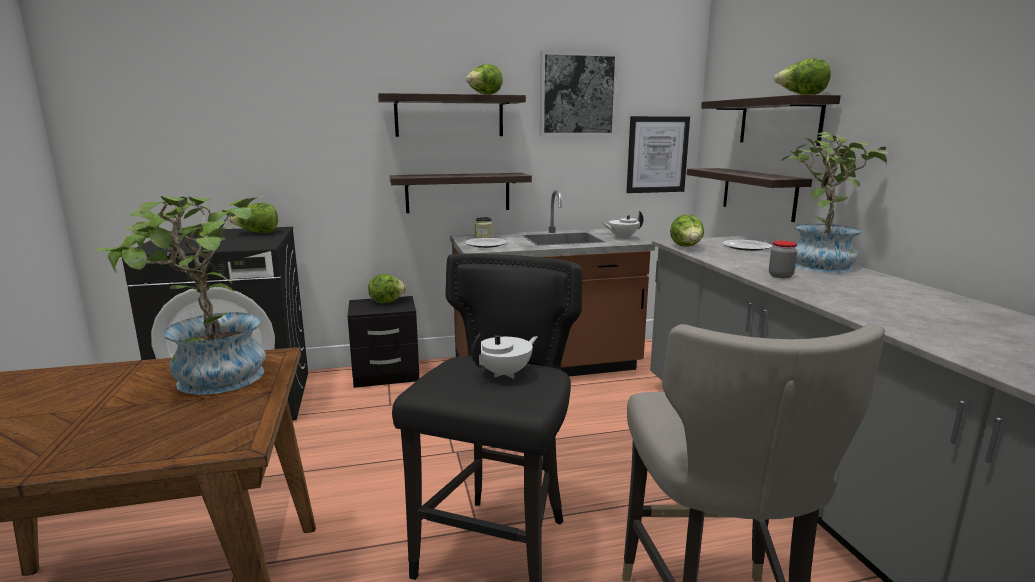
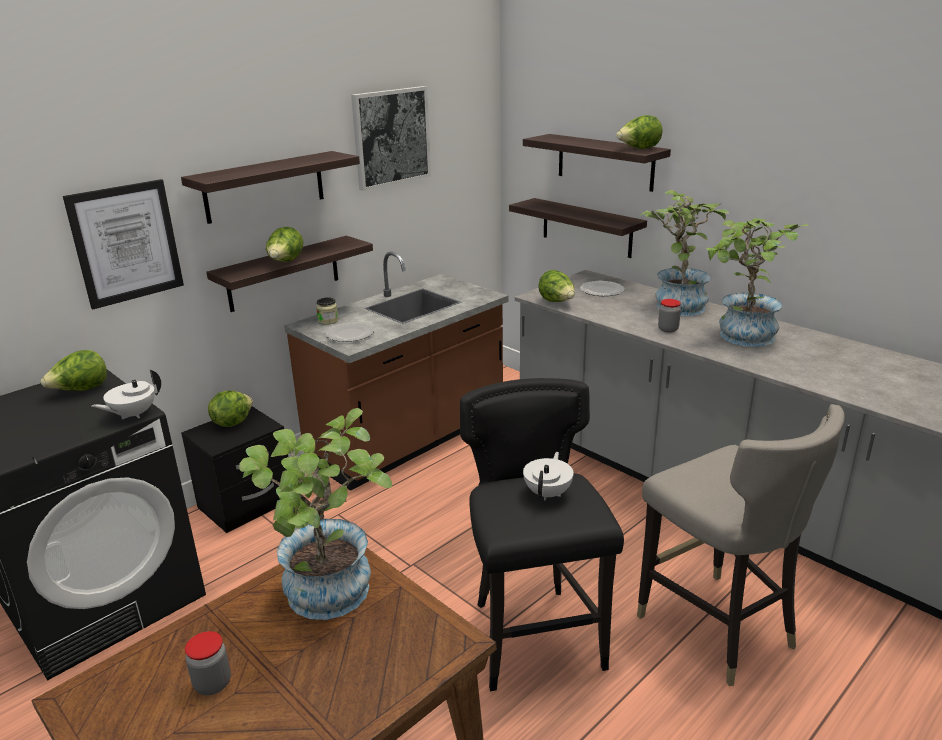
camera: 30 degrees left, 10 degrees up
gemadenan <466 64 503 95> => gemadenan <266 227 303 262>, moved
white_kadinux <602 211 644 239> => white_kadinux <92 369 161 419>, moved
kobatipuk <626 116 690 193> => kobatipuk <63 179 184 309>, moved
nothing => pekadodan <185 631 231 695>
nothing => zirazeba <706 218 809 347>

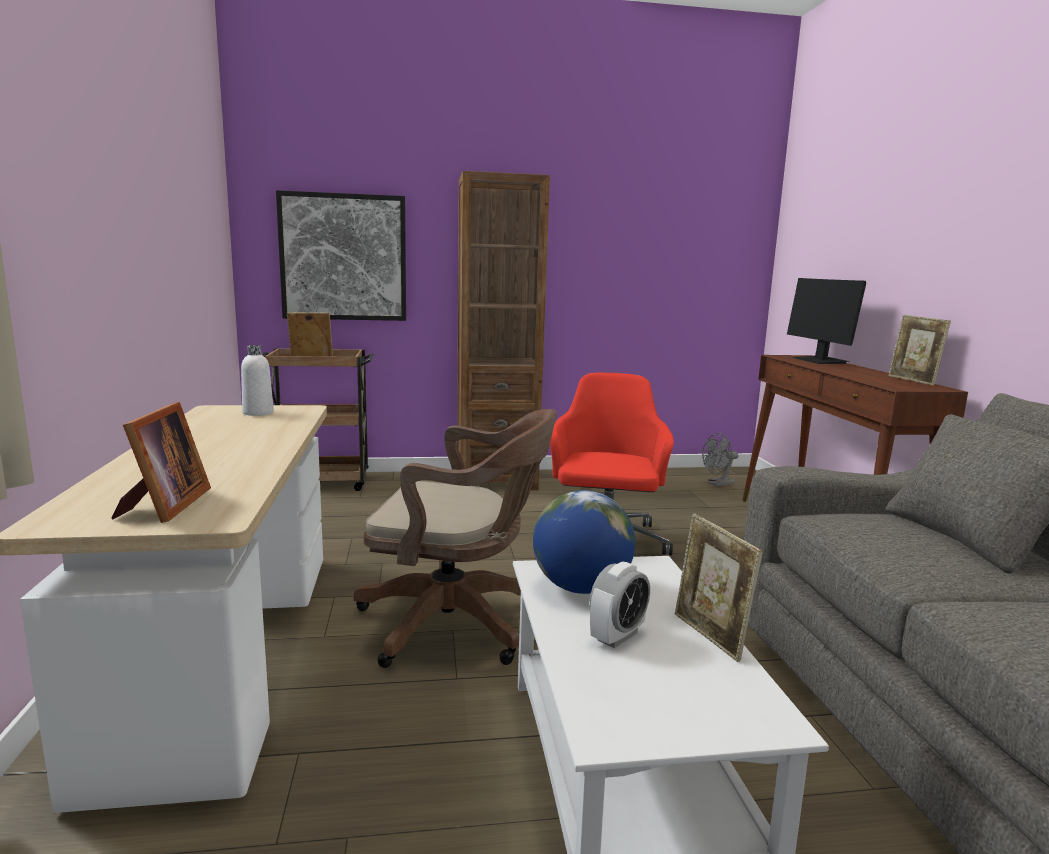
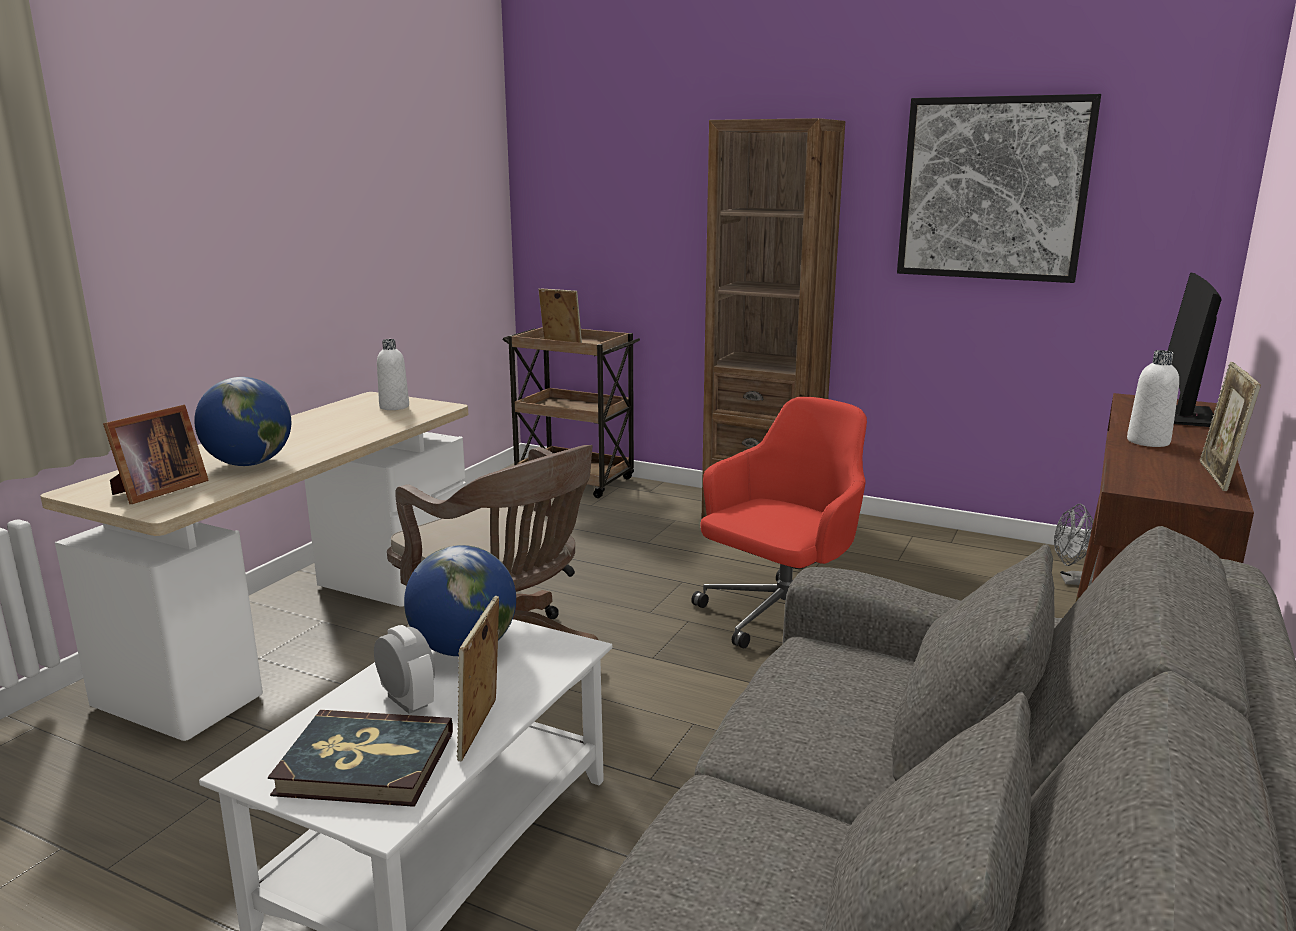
camera: 35 degrees right, 5 degrees up
kobatipuk <276 190 406 321> => kobatipuk <897 94 1101 283>, moved
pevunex <589 562 650 648> => pevunex <374 625 435 714>, 120 degrees counterclockwise
nothing => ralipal <194 377 291 466>
nothing => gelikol <268 710 453 807>
nothing => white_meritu <1127 350 1179 447>

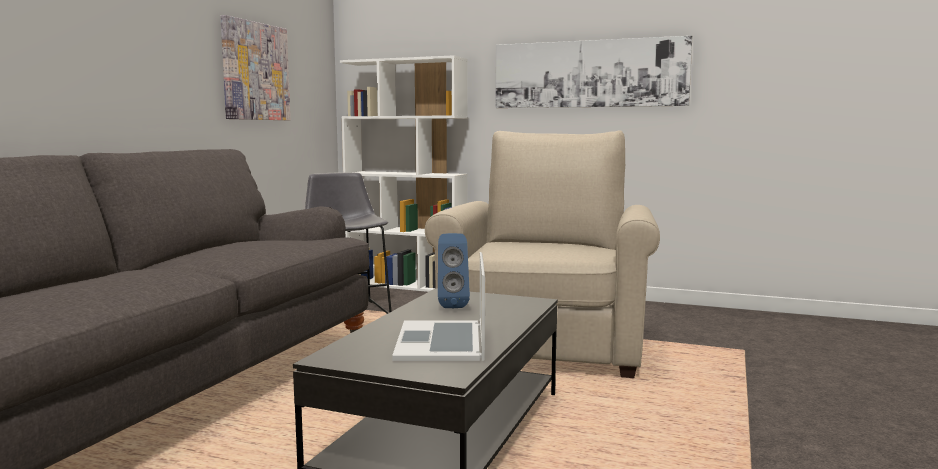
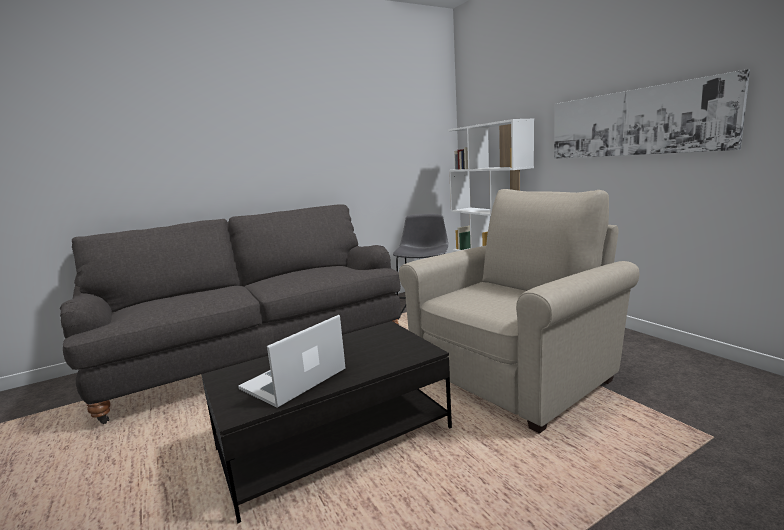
camera: 40 degrees right, 5 degrees up
kobatipuk <220 15 290 120> => nothing
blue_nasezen <438 233 470 308> => nothing

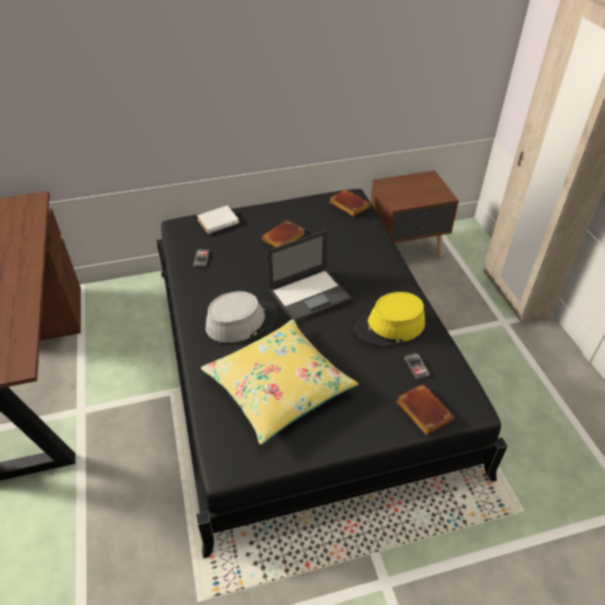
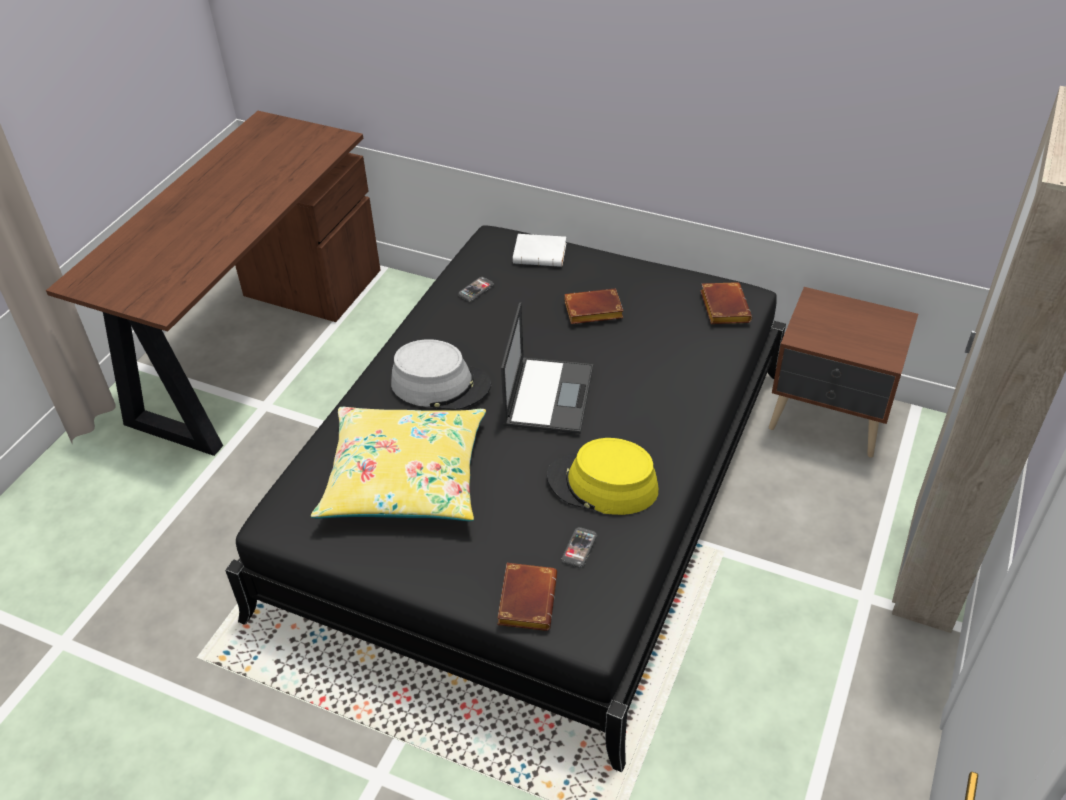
camera: 40 degrees right, 0 degrees up
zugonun <267 230 351 322> => zugonun <501 302 593 434>, 90 degrees counterclockwise

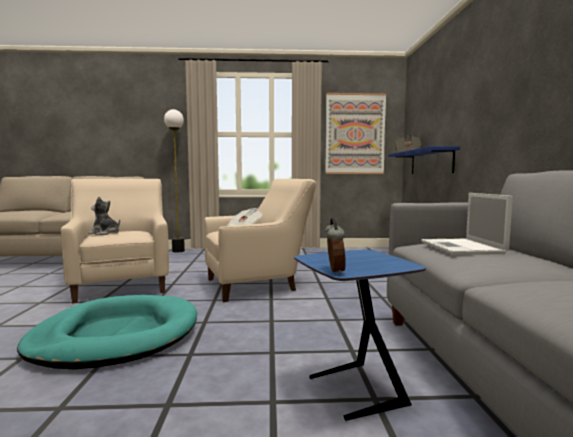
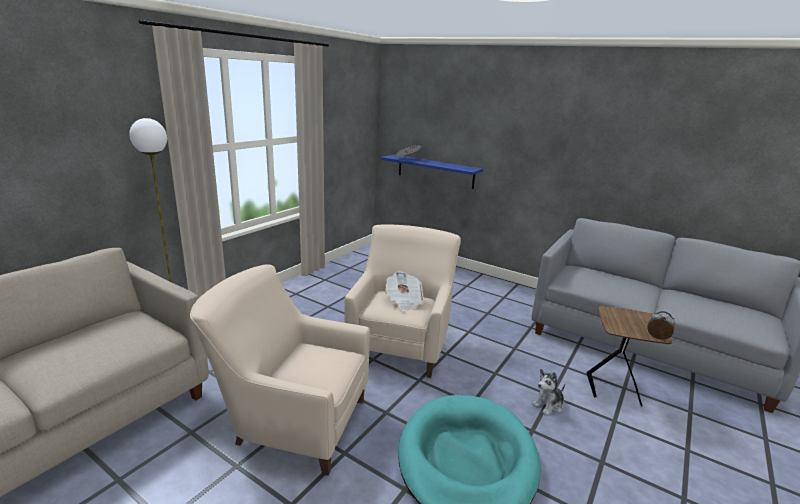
camera: 55 degrees left, 15 degrees up
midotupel <89 197 120 235> => midotupel <532 369 565 416>, moved
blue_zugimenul <294 250 426 421> => brown_zugimenul <586 306 672 406>
kobatipuk <325 93 386 174> => nothing
zugonun <421 193 513 255> => nothing

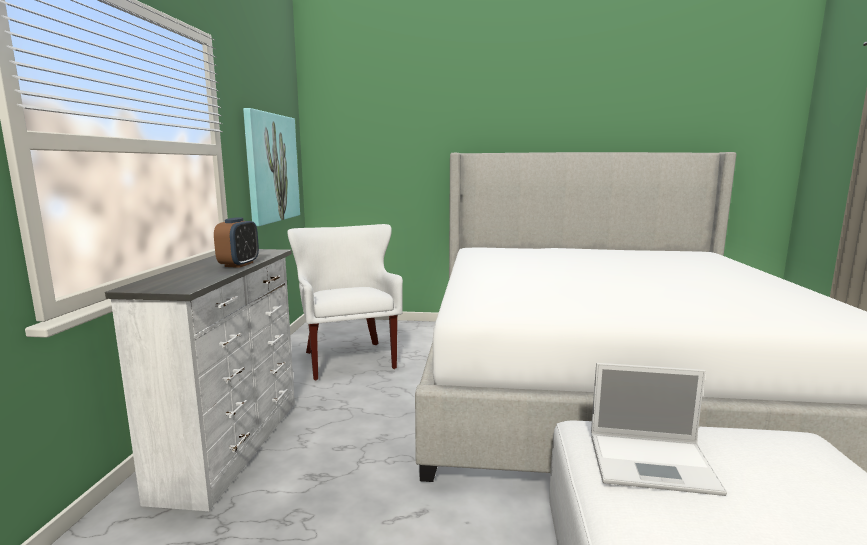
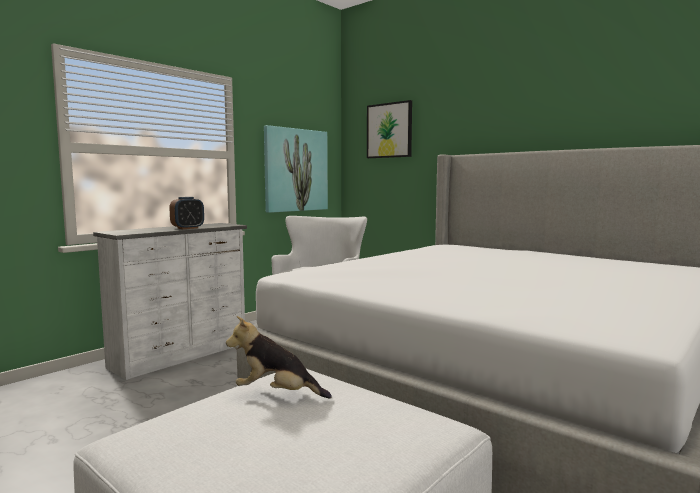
camera: 35 degrees right, 5 degrees down
zugonun <591 363 727 496> => midotupel <226 316 332 399>
nothing => kobatipuk <367 100 412 158>

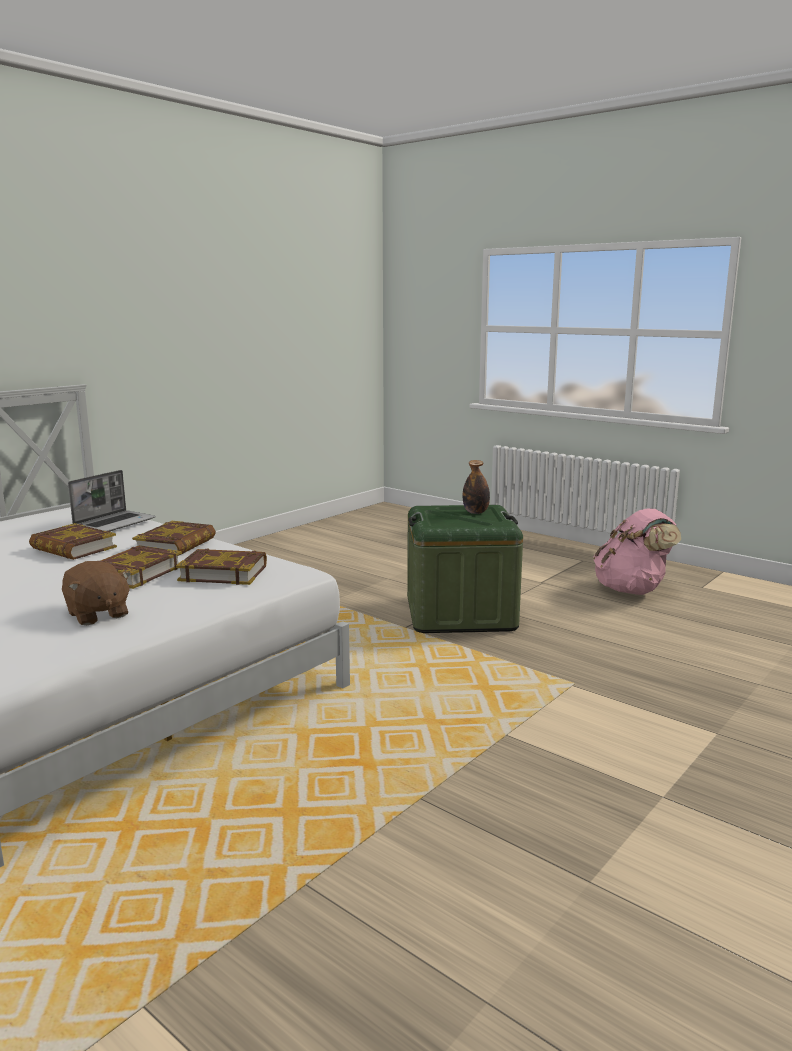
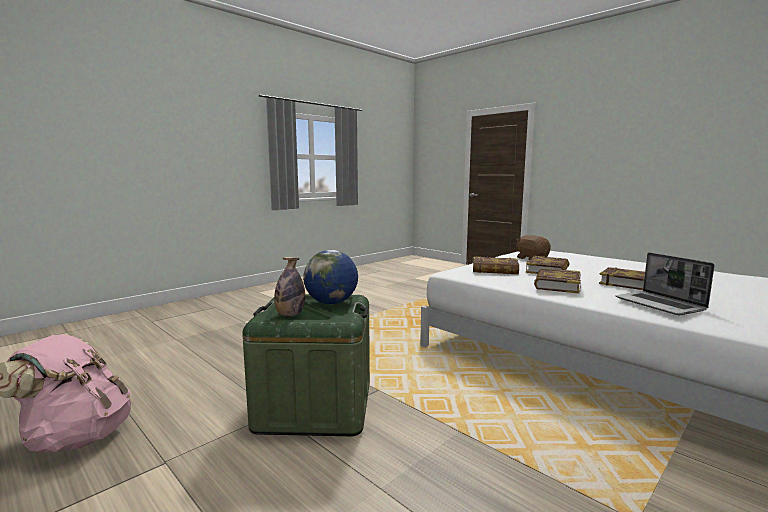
camera: 175 degrees left, 5 degrees down
zugonun <68 470 156 531> => zugonun <615 252 715 315>, 60 degrees counterclockwise
nothing => ralipal <303 250 358 304>

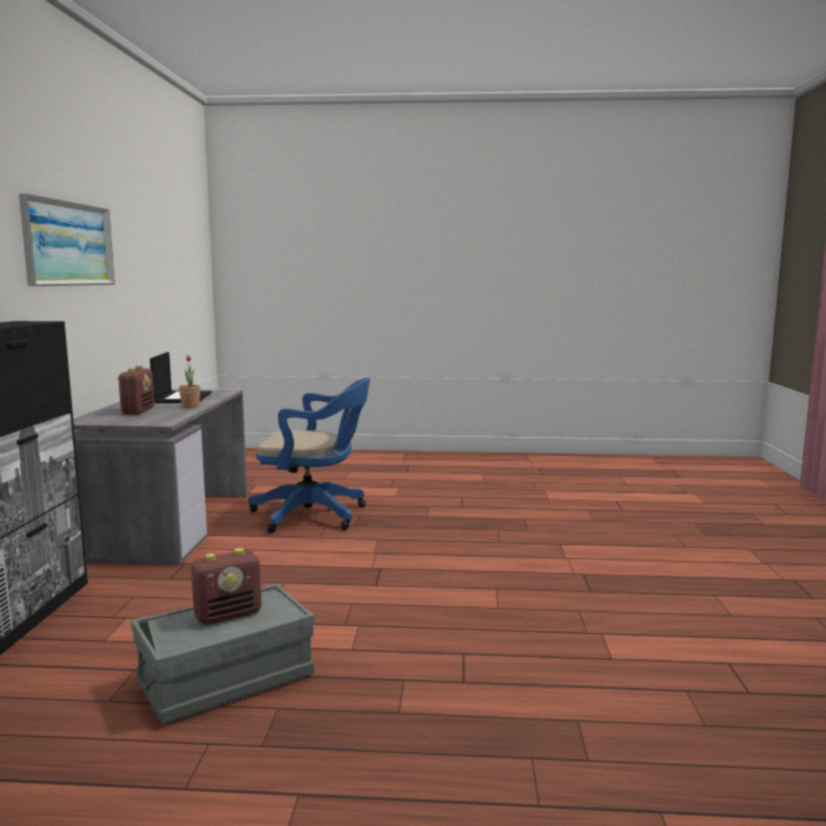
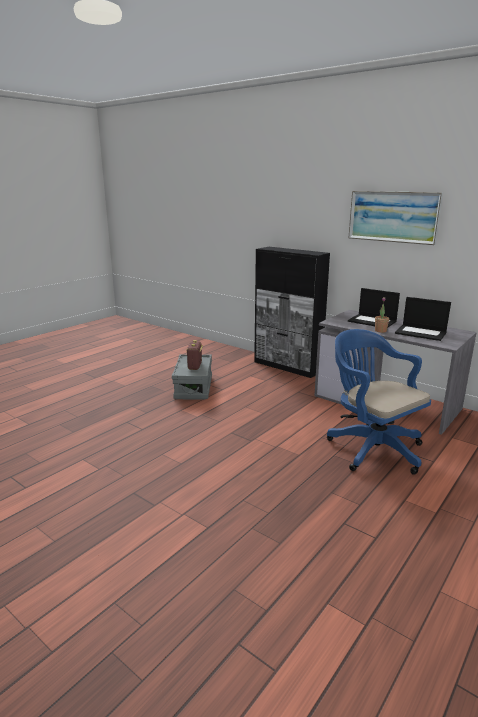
camera: 125 degrees right, 10 degrees up
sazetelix <117 366 155 415> => zugonun <348 288 400 327>
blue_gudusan <248 378 370 533> => blue_gudusan <327 329 431 475>, 105 degrees clockwise

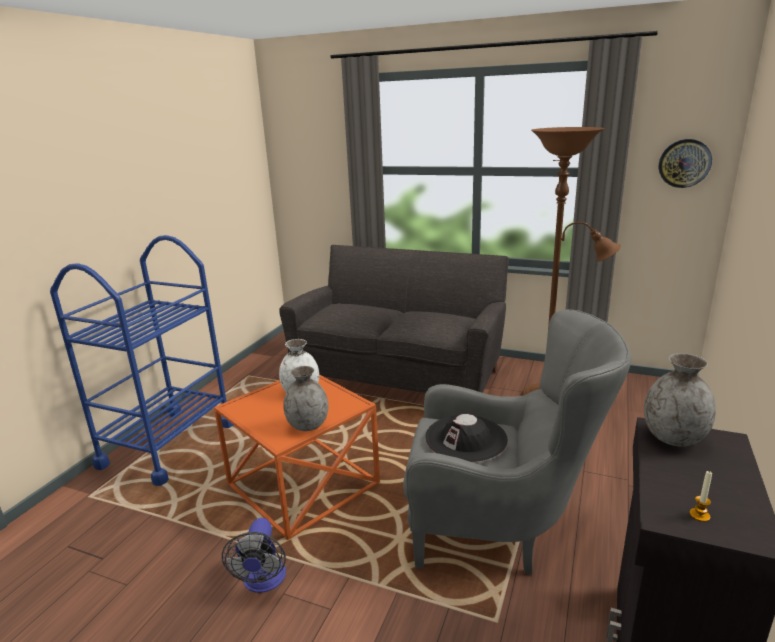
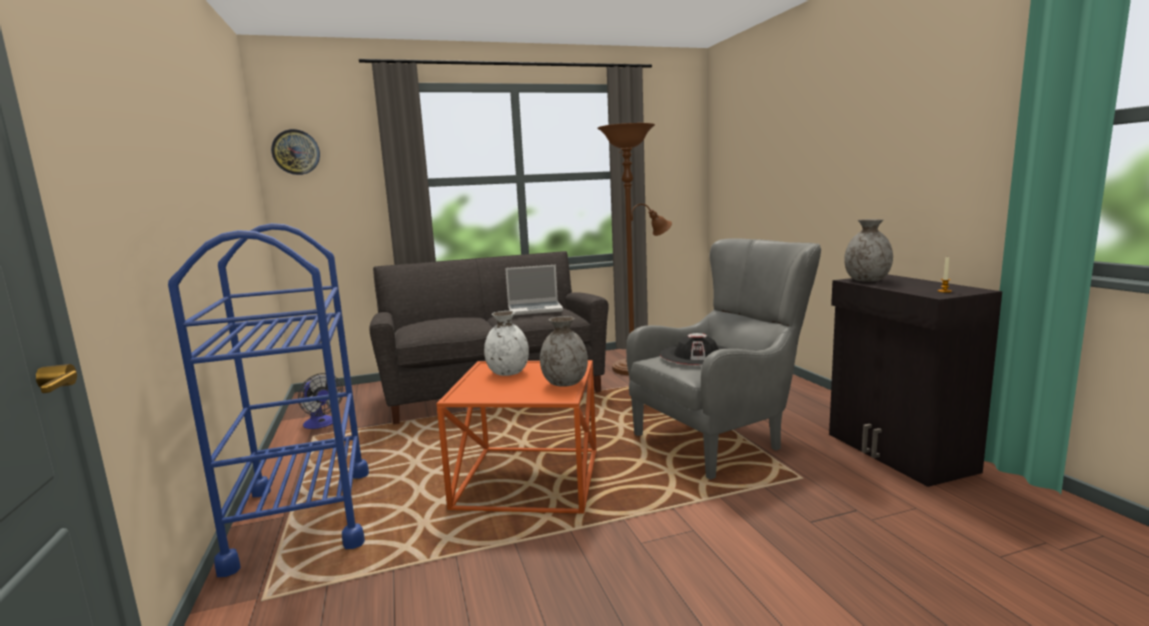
camera: 40 degrees left, 10 degrees down
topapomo <222 518 286 593> => topapomo <298 373 343 429>, moved
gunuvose <659 139 712 188> => gunuvose <271 129 320 175>, moved
nothing => zugonun <505 265 563 315>

